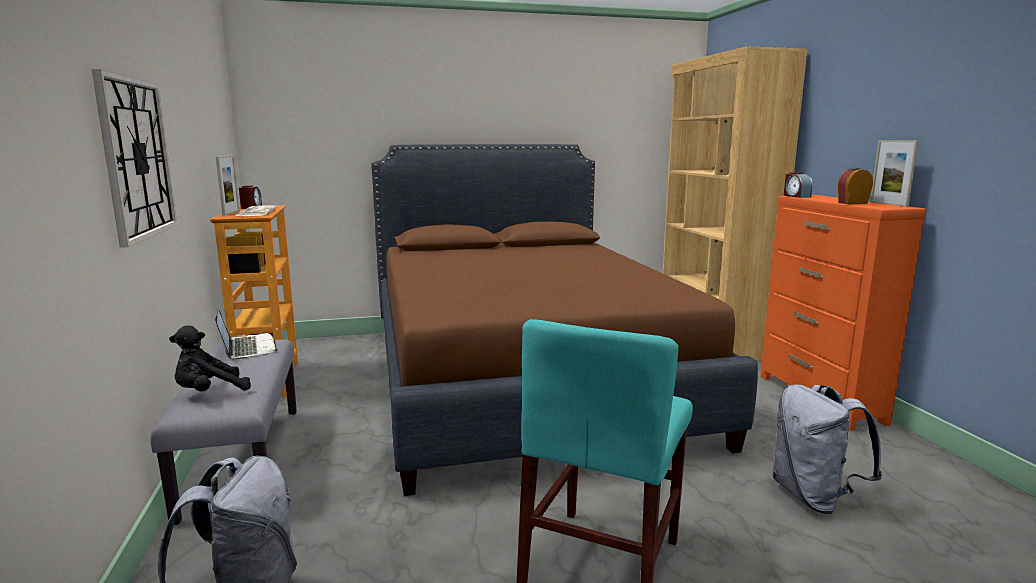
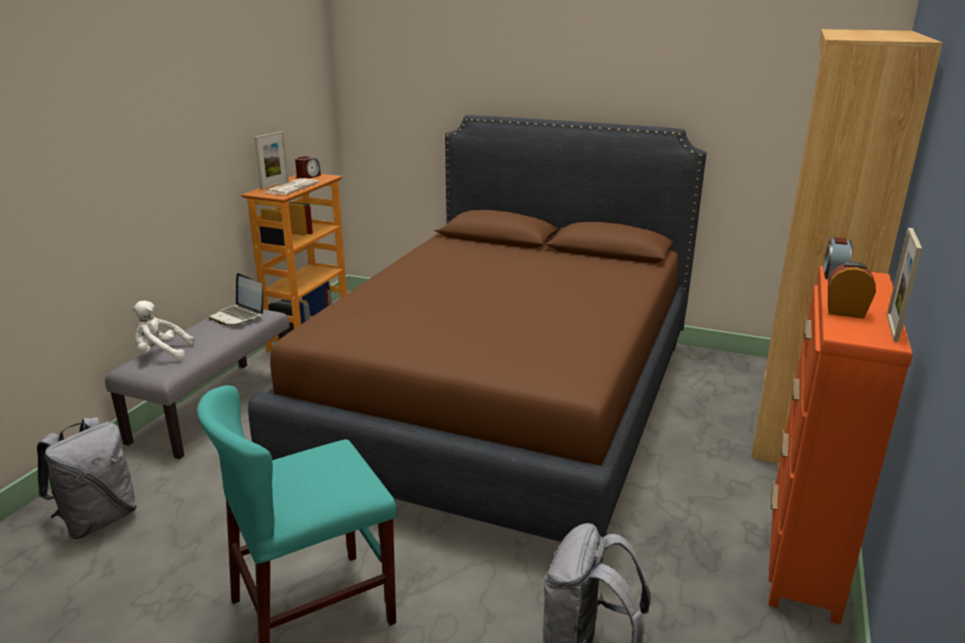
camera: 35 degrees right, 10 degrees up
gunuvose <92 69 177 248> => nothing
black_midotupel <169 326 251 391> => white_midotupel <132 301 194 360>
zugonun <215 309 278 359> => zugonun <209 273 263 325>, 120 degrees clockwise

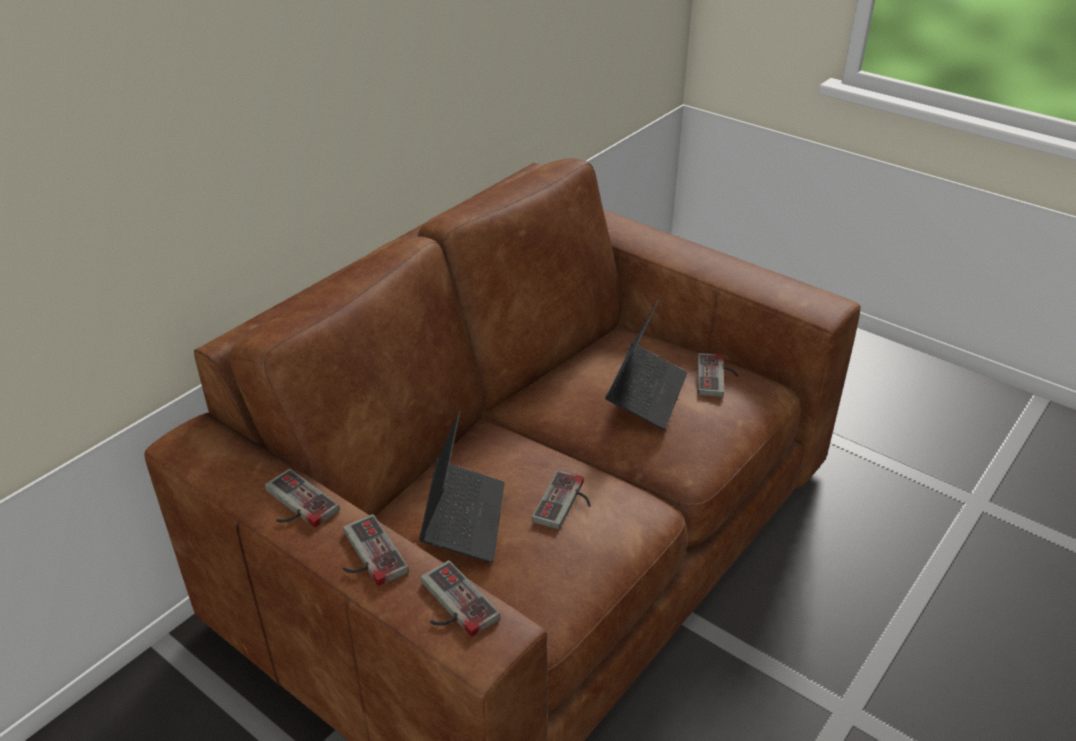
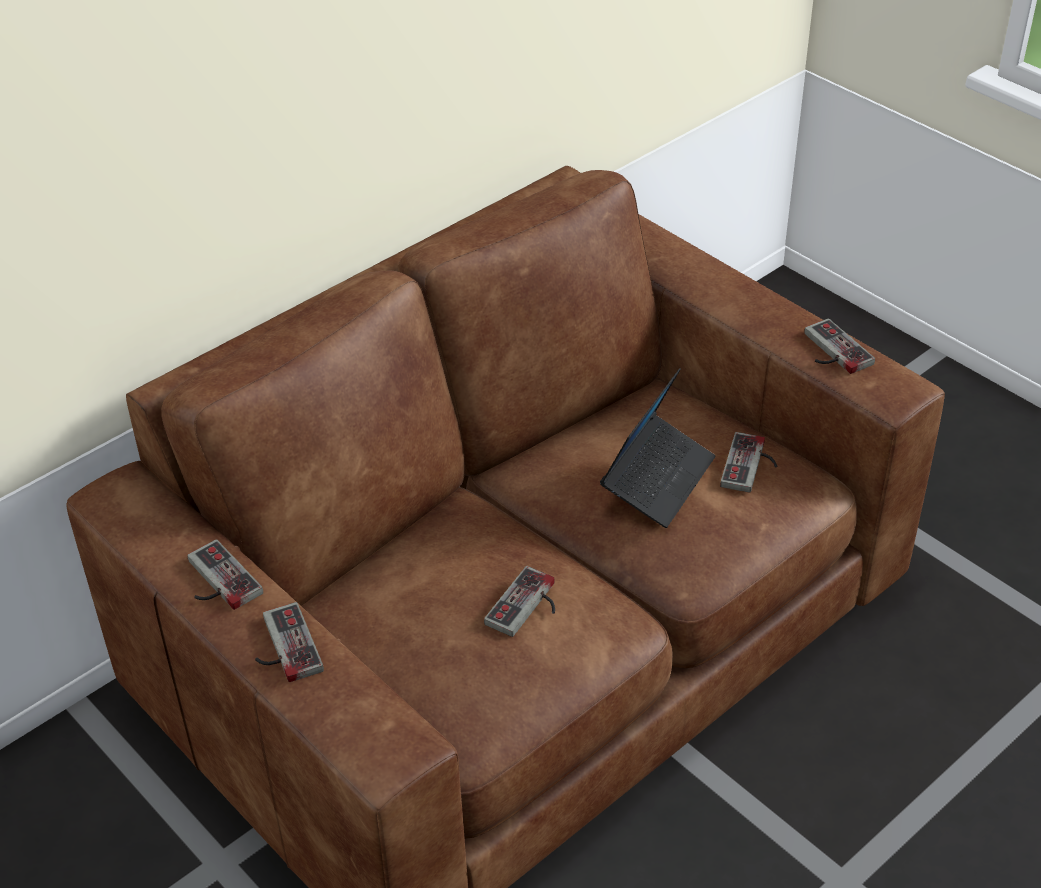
camera: 10 degrees right, 5 degrees up
zugonun <419 411 505 563> => nothing
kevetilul <421 560 500 637> => kevetilul <804 318 875 374>, moved

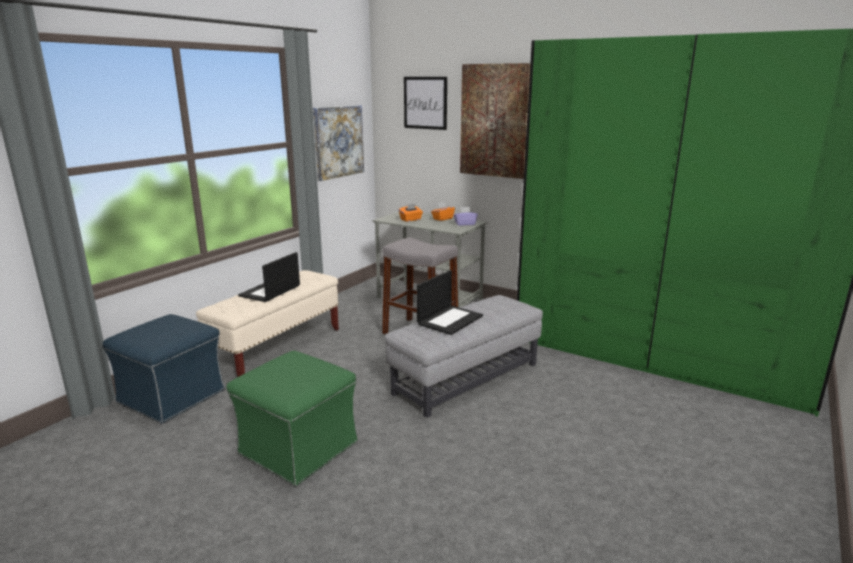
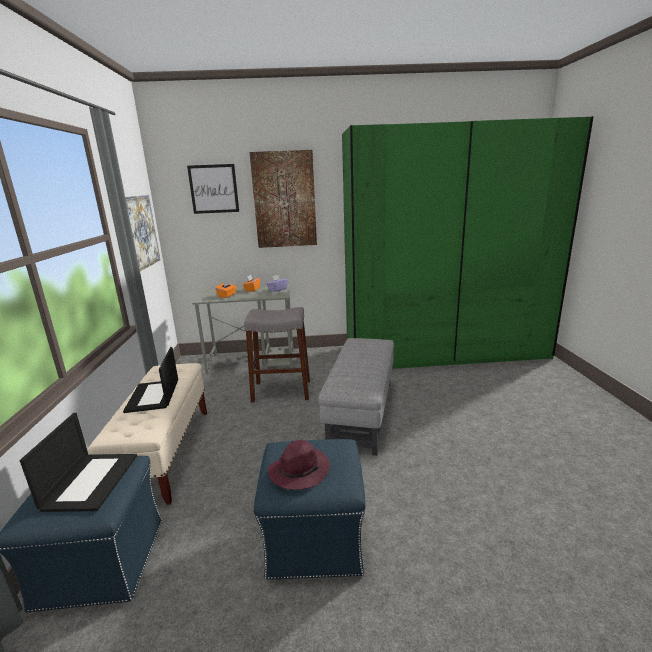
camera: 35 degrees left, 0 degrees up
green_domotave <227 351 358 486> => blue_domotave <254 439 366 580>
zugonun <417 270 483 335> => zugonun <20 413 137 512>, moved
nothing => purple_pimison <268 440 330 490>

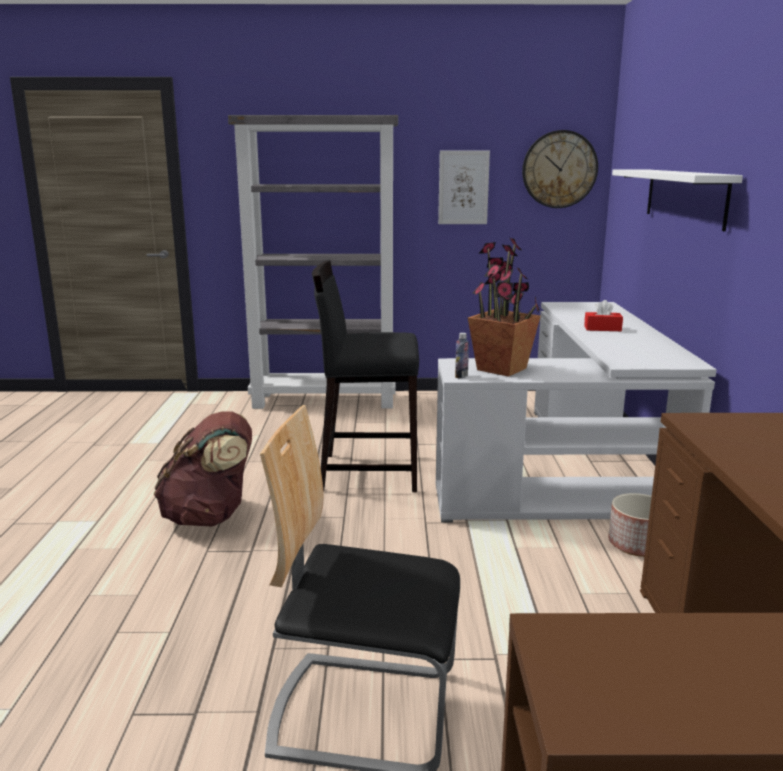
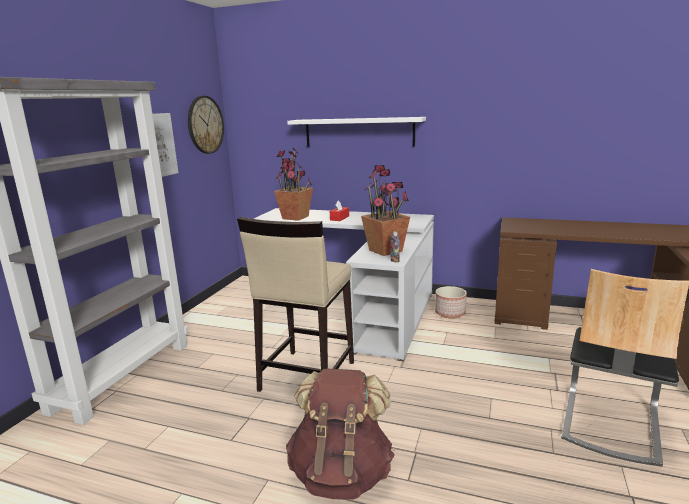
camera: 70 degrees left, 0 degrees up
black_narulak <312 260 419 492> => beige_narulak <237 217 354 392>
nothing => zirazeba <274 148 313 221>

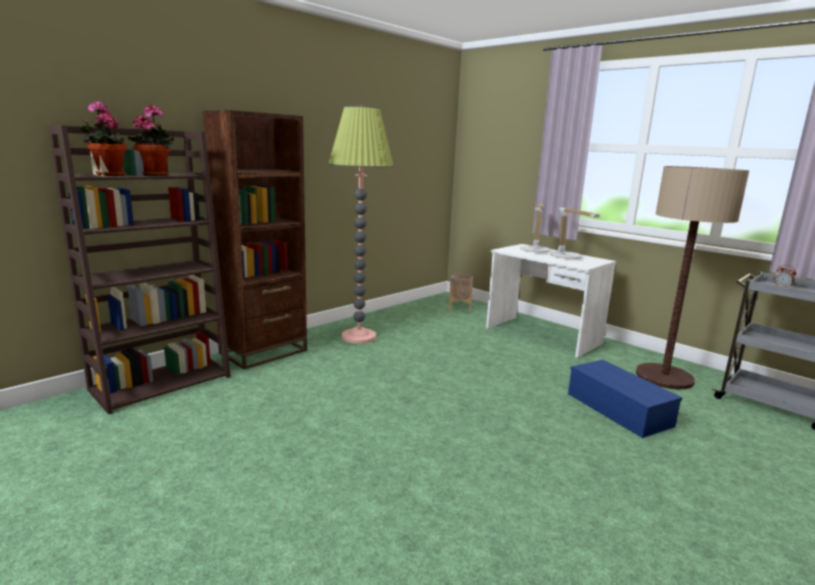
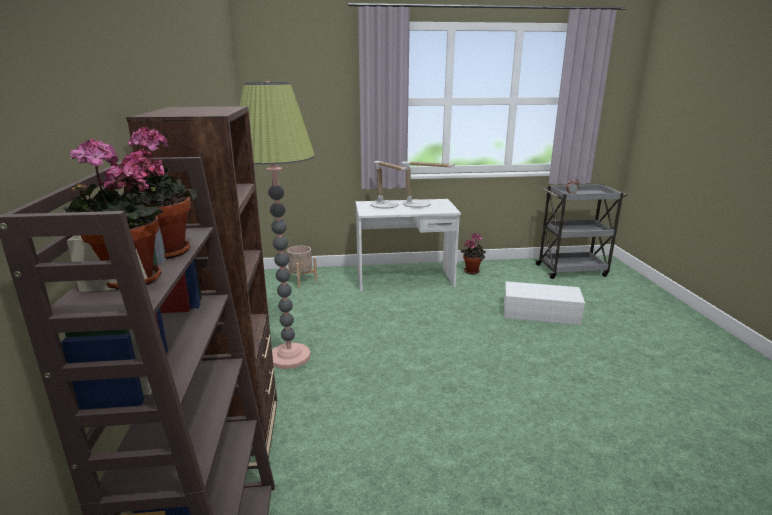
camera: 50 degrees left, 5 degrees up
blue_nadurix <568 360 682 438> => white_nadurix <504 281 585 325>
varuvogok <636 166 749 390> => nothing
nothing => zirazeba <460 233 486 274>

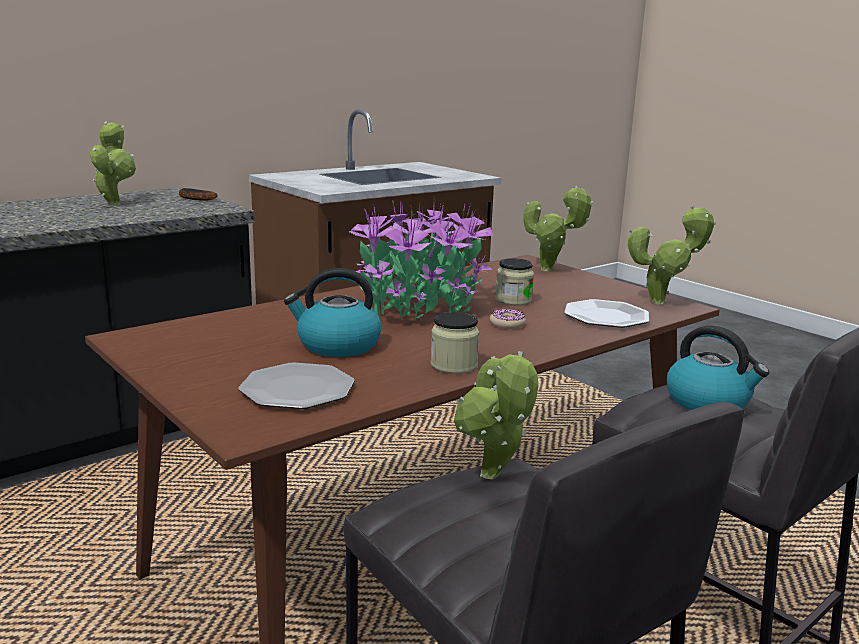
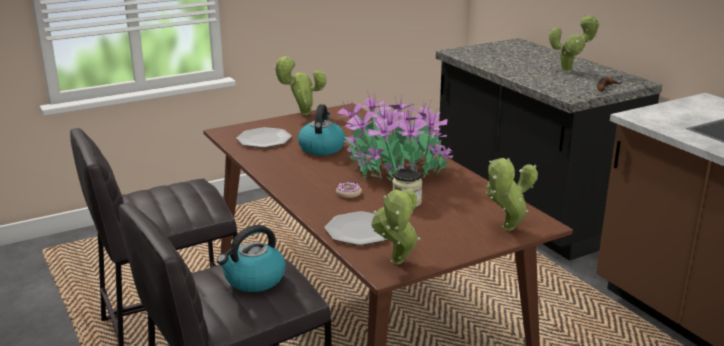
camera: 100 degrees right, 5 degrees up
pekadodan <431 312 479 374> => nothing
zirazeba <454 351 539 479> => zirazeba <274 56 326 115>, moved

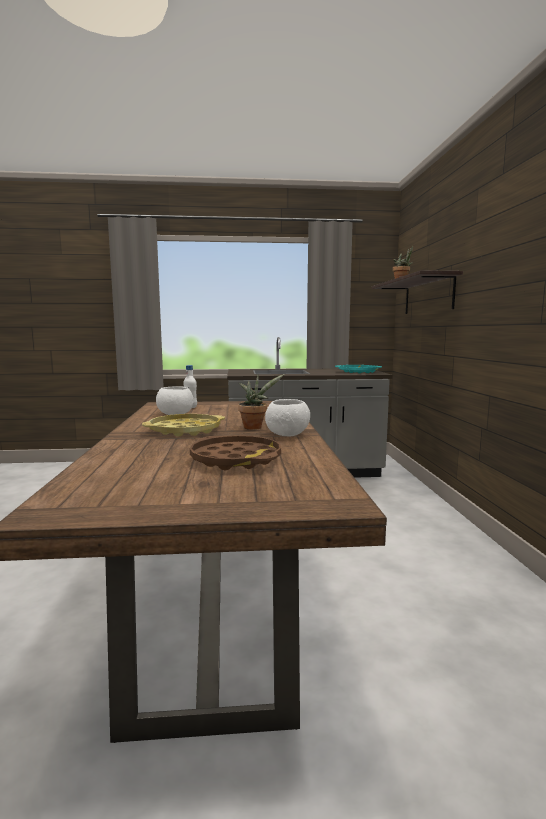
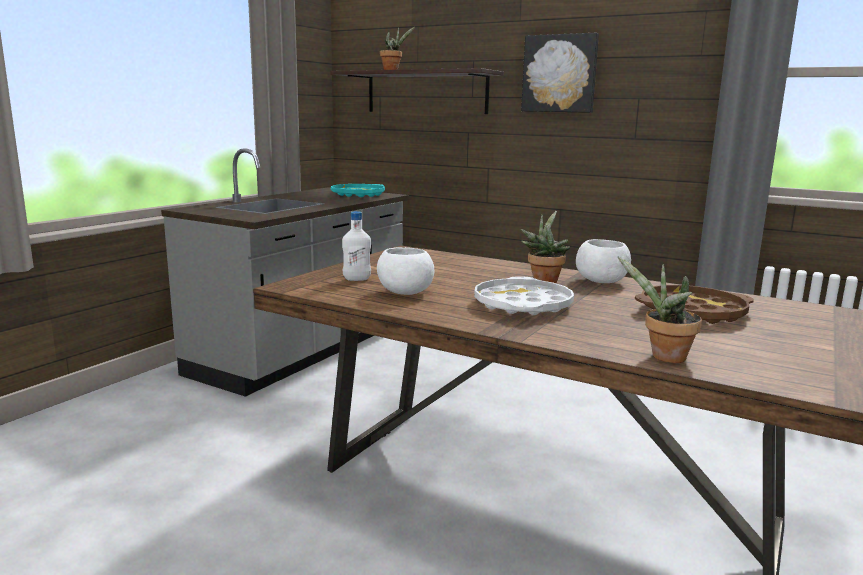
camera: 55 degrees left, 5 degrees up
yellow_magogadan <142 414 225 437> => white_magogadan <474 276 574 315>
nothing => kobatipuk <521 33 599 113>
nothing => zirazeba <618 257 702 363>

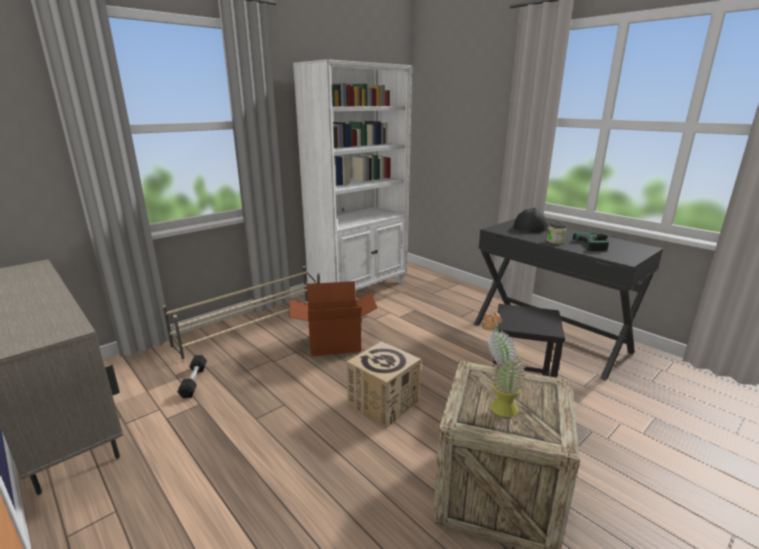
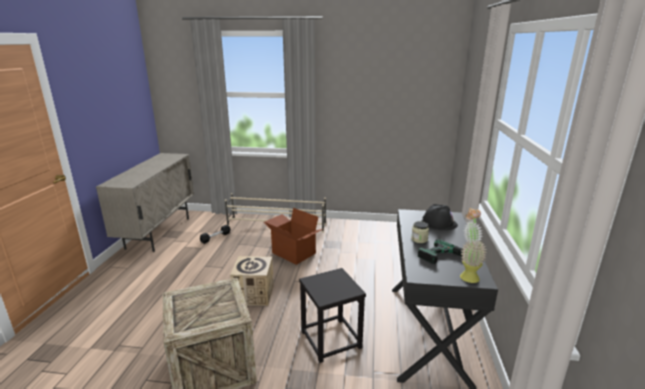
camera: 50 degrees right, 0 degrees up
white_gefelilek <293 59 412 290> => nothing
zirazeba <482 312 526 417> => zirazeba <460 208 486 283>, moved

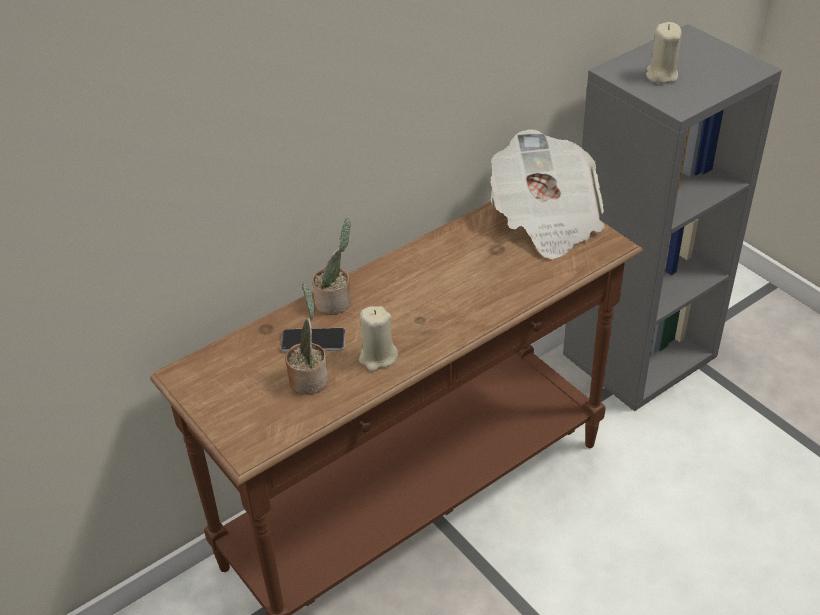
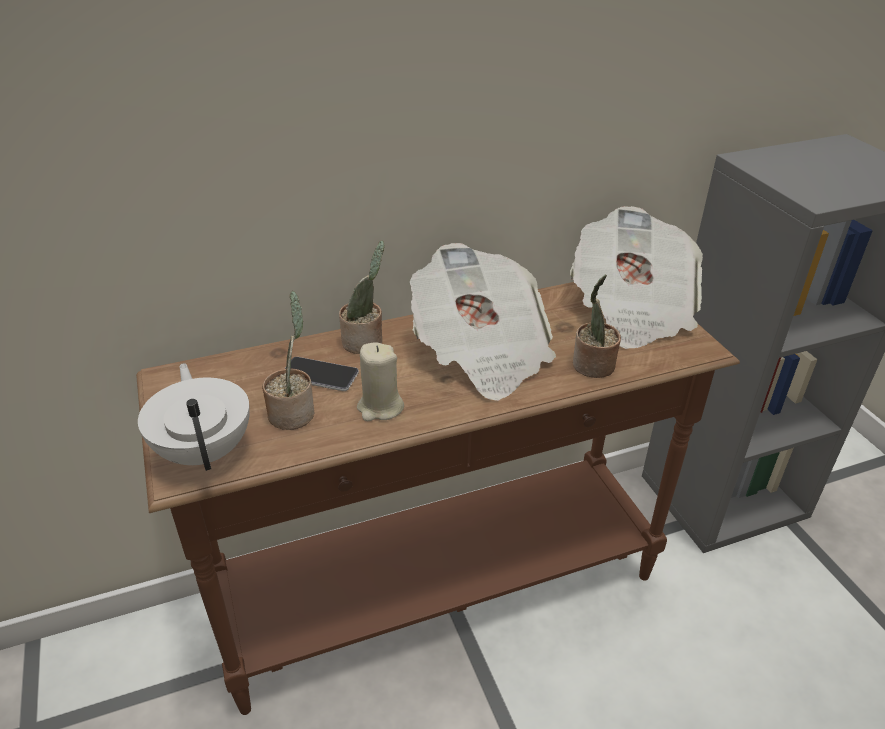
camera: 15 degrees right, 5 degrees down
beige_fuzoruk <646 22 682 84> => nothing
nothing => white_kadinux <138 363 250 471>
nothing => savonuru <410 243 556 401>
nothing => zirazeba <573 275 621 378>

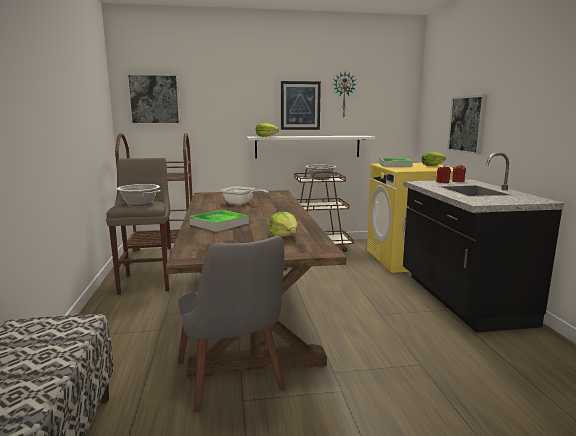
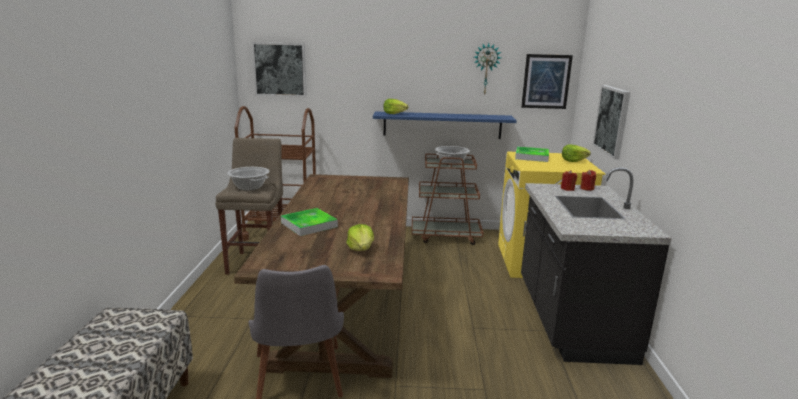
camera: 10 degrees right, 5 degrees up
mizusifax <221 186 269 205> => nothing
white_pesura <247 136 375 159> => blue_pesura <373 111 517 139>
kobatipuk <281 81 321 130> => kobatipuk <521 54 573 109>, moved

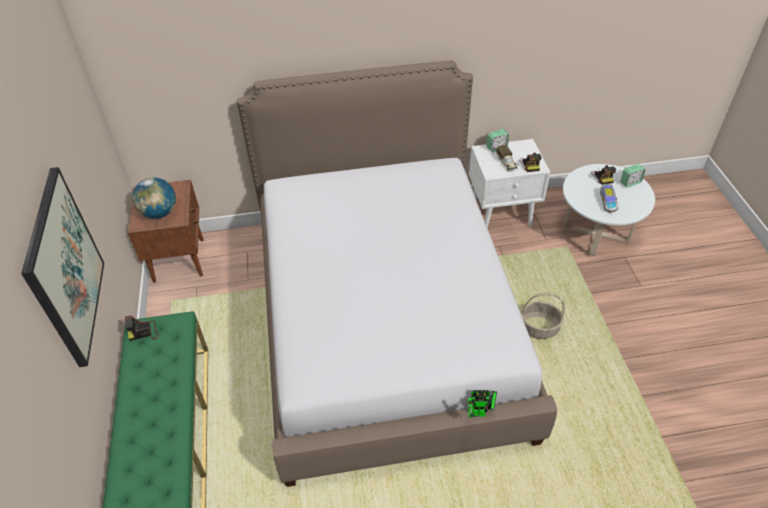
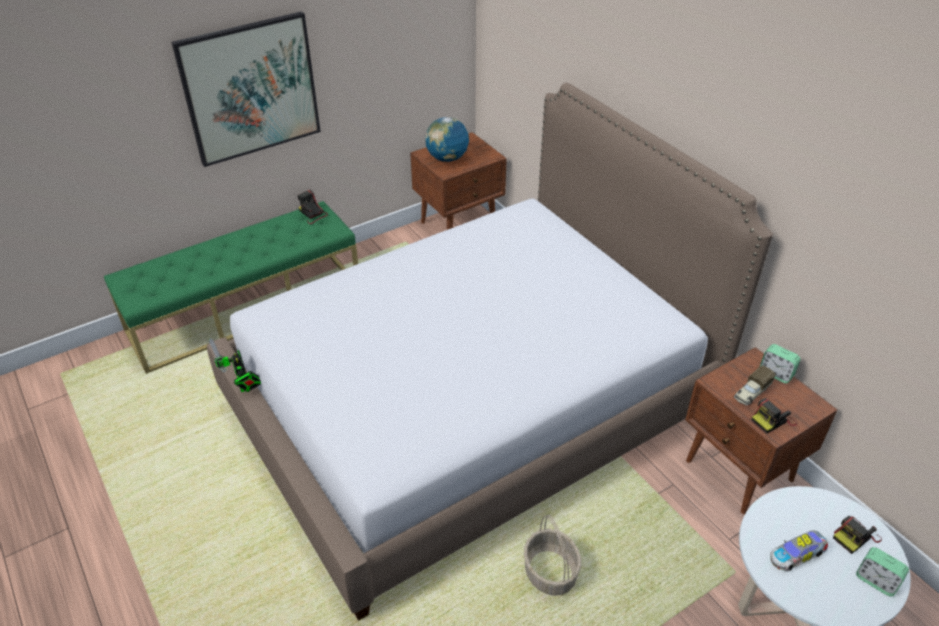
camera: 65 degrees right, 5 degrees down
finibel <467 390 497 418> => finibel <209 338 261 392>, moved
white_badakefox <469 139 550 228> => brown_badakefox <685 347 838 514>

